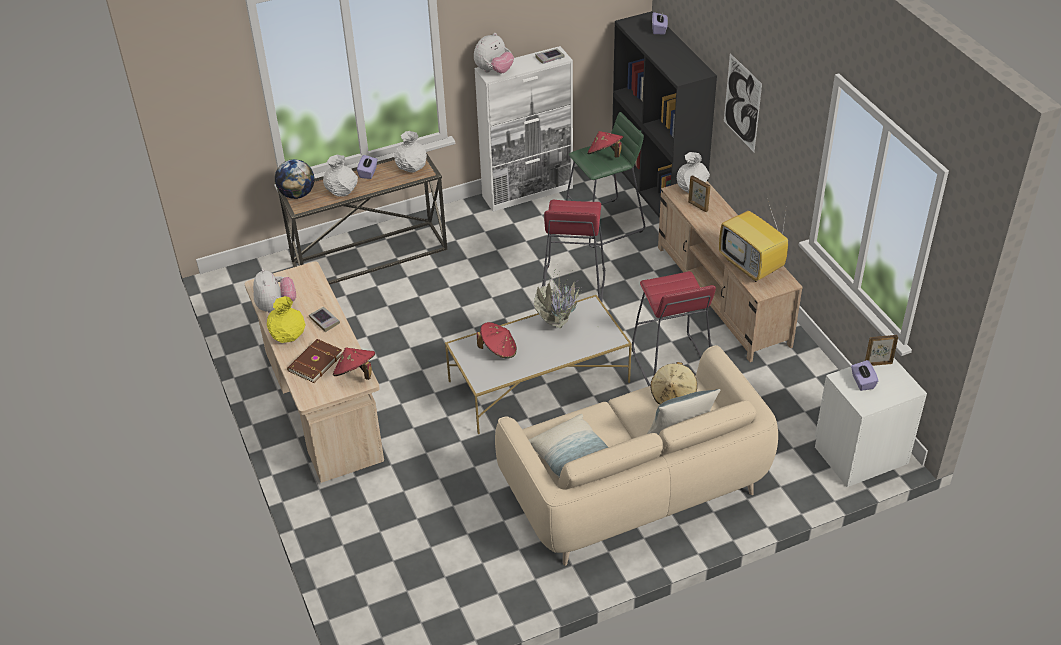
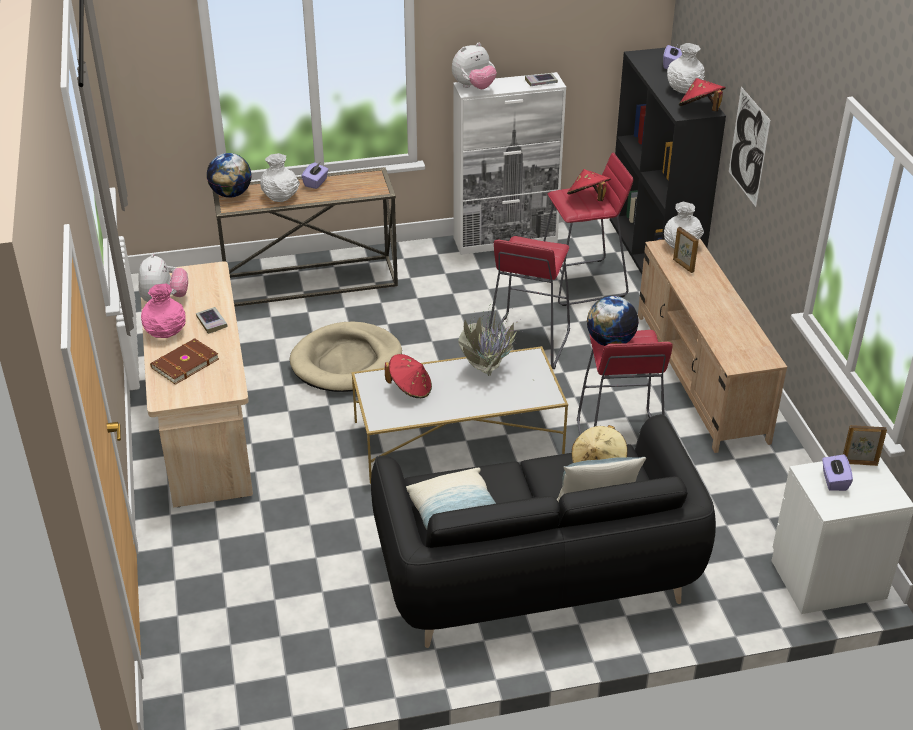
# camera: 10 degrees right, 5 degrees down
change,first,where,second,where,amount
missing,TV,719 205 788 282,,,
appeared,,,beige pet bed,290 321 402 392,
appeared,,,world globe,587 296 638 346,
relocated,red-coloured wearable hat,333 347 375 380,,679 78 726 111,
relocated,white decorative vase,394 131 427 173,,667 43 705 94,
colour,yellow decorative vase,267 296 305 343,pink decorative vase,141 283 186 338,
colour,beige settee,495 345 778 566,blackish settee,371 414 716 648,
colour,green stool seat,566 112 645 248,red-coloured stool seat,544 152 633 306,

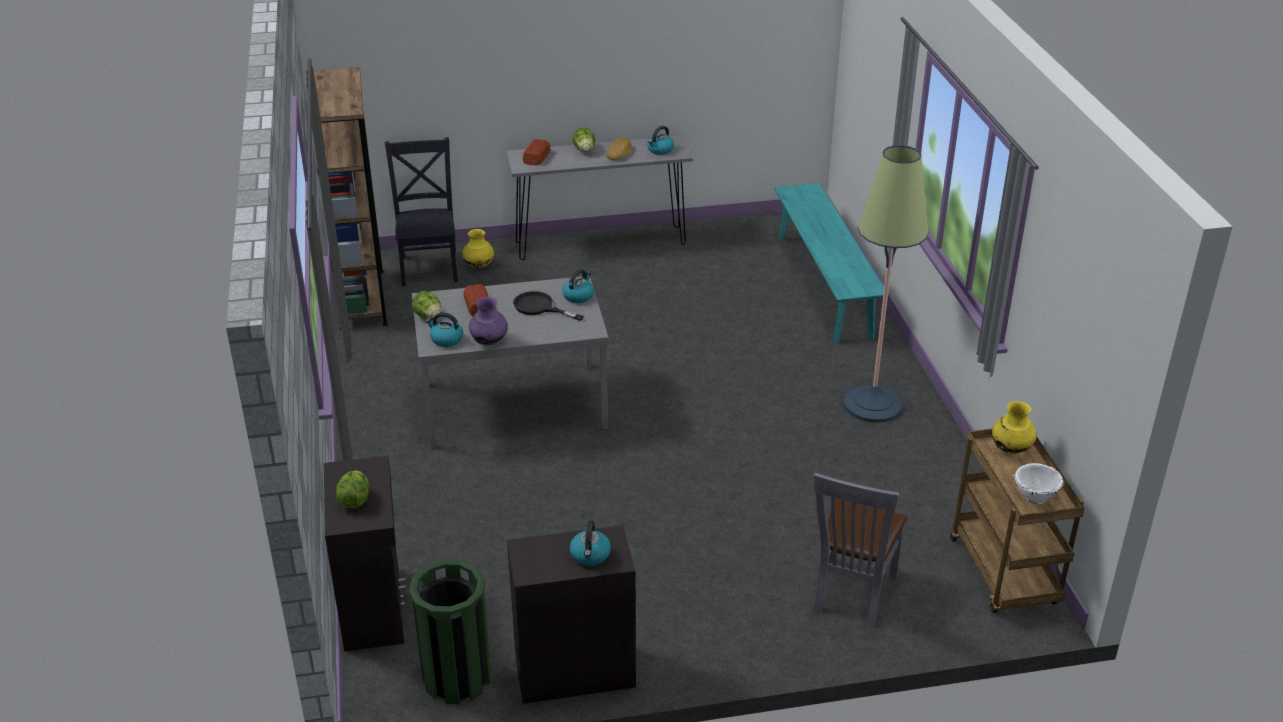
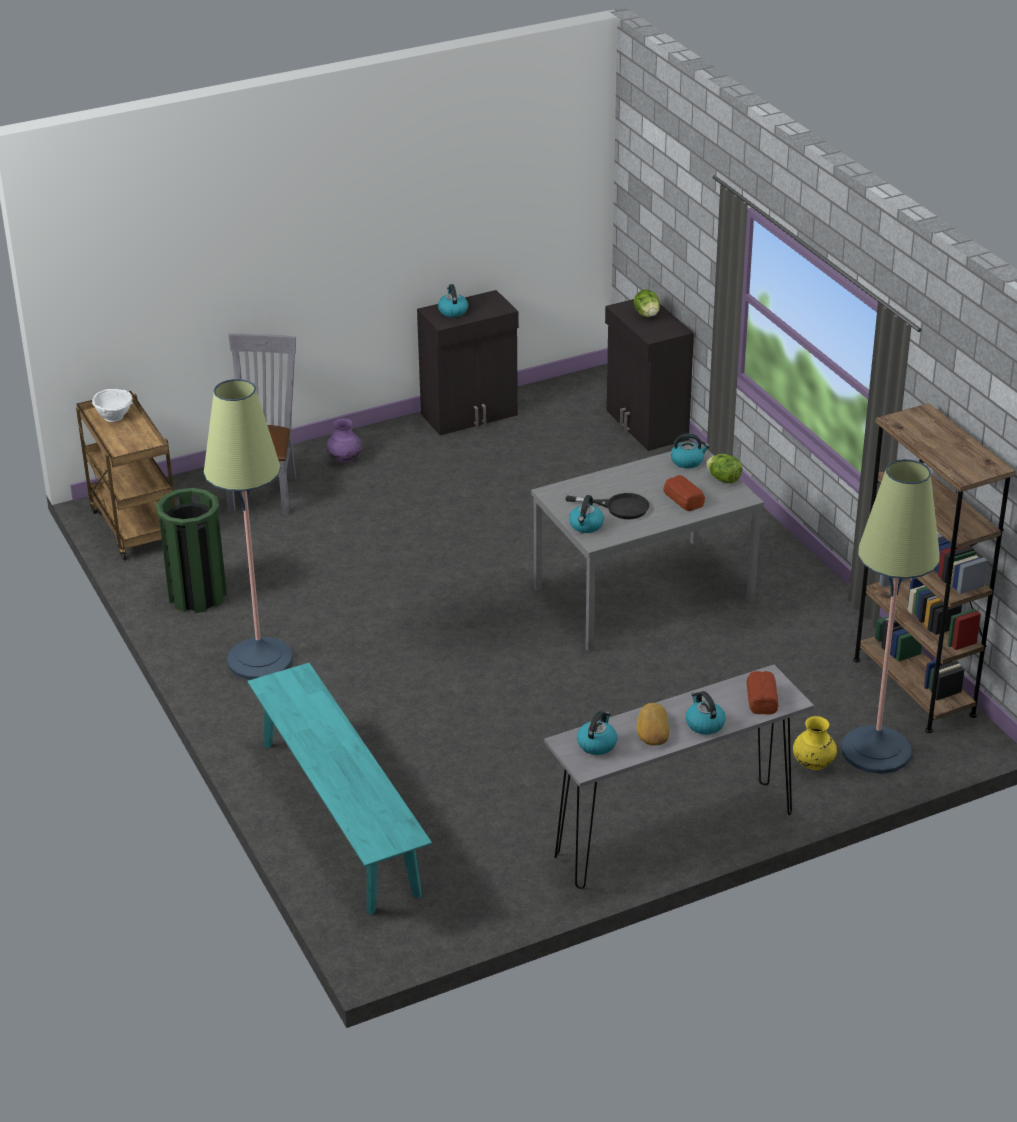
# camera: 165 degrees right, 0 degrees up
change,first,where,second,where,amount
missing,yellow decorative vase,992 401 1037 454,,,
relocated,green trash can,409 560 491 704,,156 488 227 613,
relocated,purple decorative vase,469 297 508 345,,326 418 362 463,
exchanged,blackish plain chair,385 137 458 287,standing lamp,841 459 940 774,
exchanged,lettuce,573 128 595 152,water kettle,685 691 726 735,

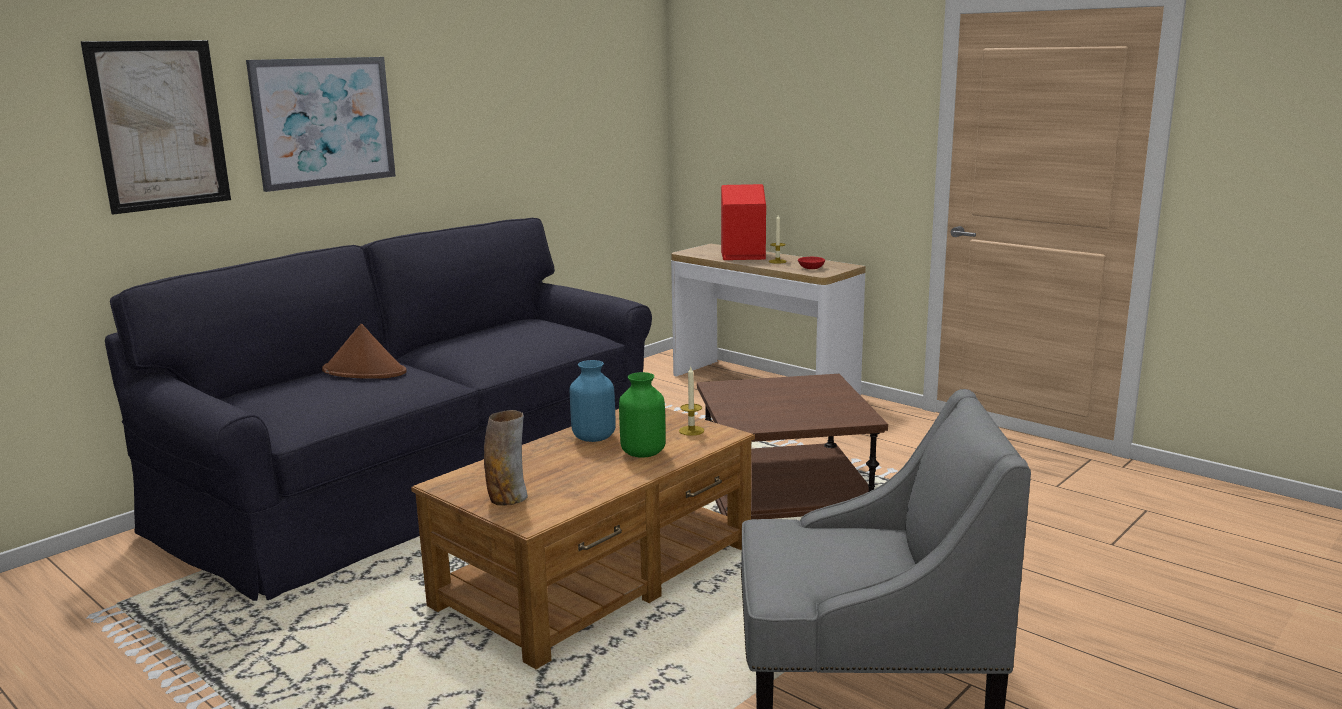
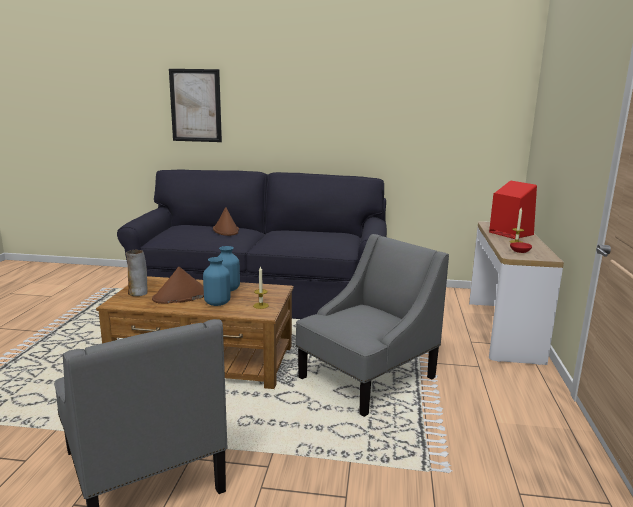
# camera: 55 degrees right, 0 degrees up
change,first,where,second,where,amount
missing,picture,246 57 396 192,,,
appeared,,,brownish wearable hat,152 267 204 304,
exchanged,brownish accent table,697 374 888 519,grey armchair,296 234 449 417,
colour,green decorative vase,619 372 666 458,bluish decorative vase,203 257 230 306,

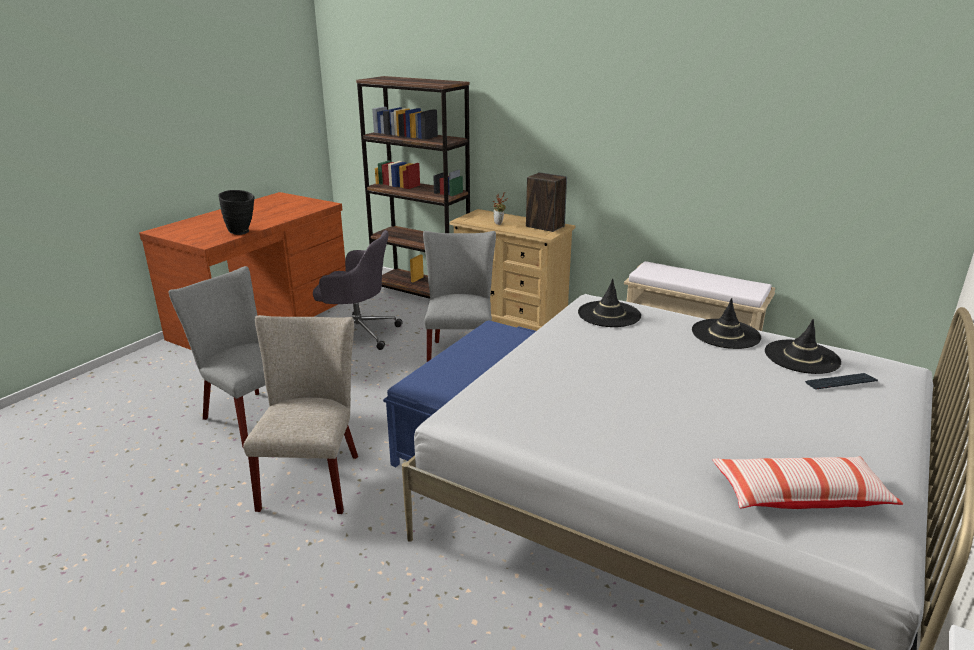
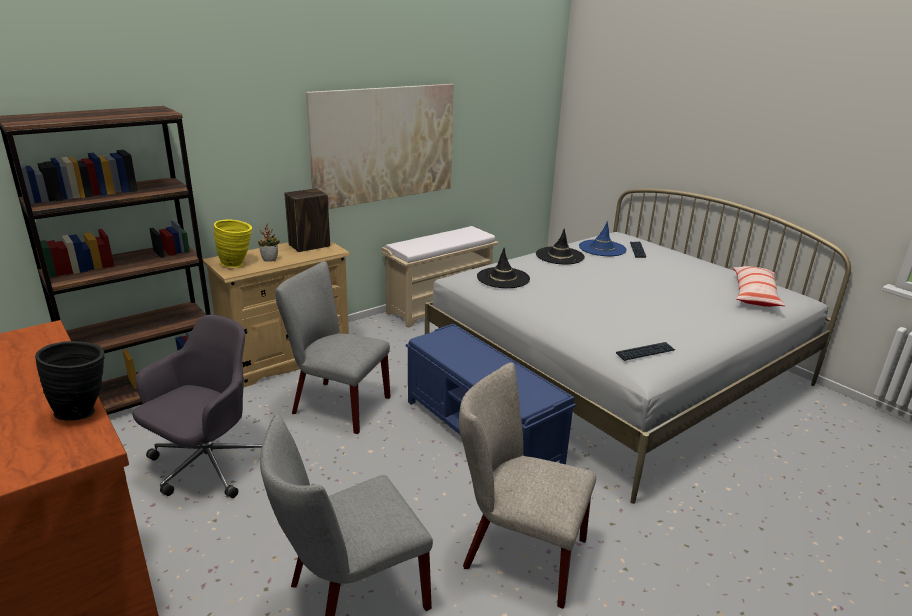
# camera: 70 degrees left, 0 degrees up
change,first,where,second,where,amount
appeared,,,yellow decorative vase,214 219 252 268,
appeared,,,picture,306 84 454 209,
appeared,,,PC keyboard,616 342 675 361,
colour,blackish wearable hat,765 319 841 374,bluish wearable hat,579 221 626 256,

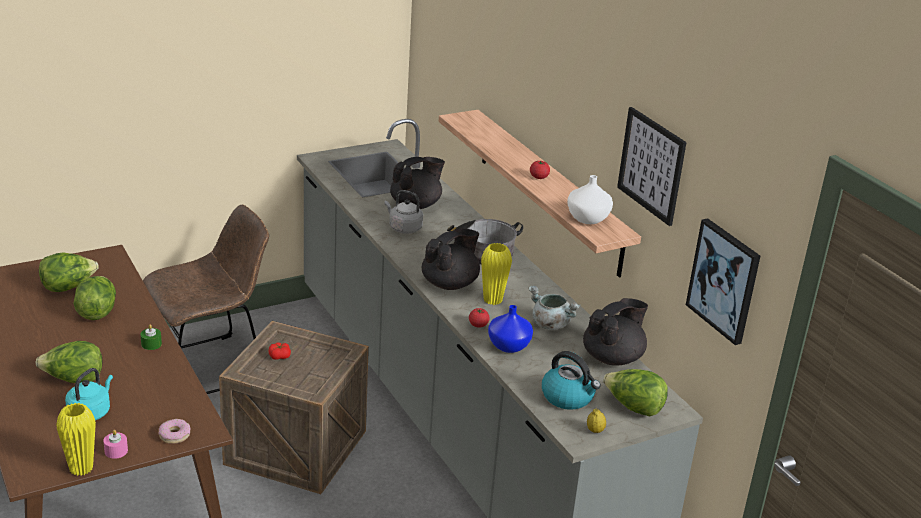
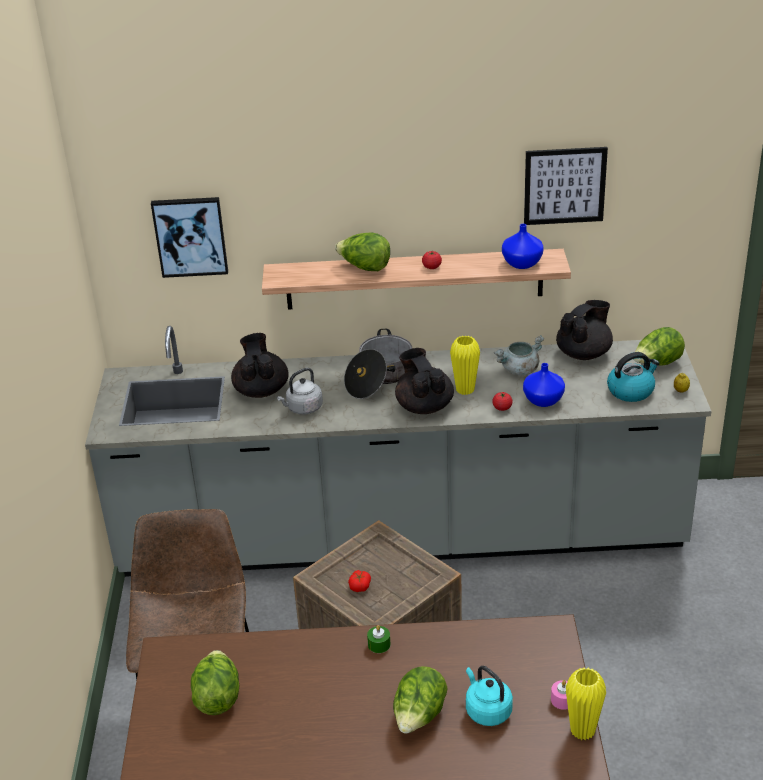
# camera: 60 degrees left, 5 degrees up
change,first,where,second,where,amount
missing,donut,159 419 190 444,,,
relocated,lettuce,73 276 116 320,,335 232 390 271,
relocated,picture,686 218 760 345,,151 197 228 278,
colour,white decorative vase,567 175 613 224,bluish decorative vase,502 224 544 269,
spun,blackish pot for tea,583 298 648 366,,556 300 613 360,60 degrees clockwise

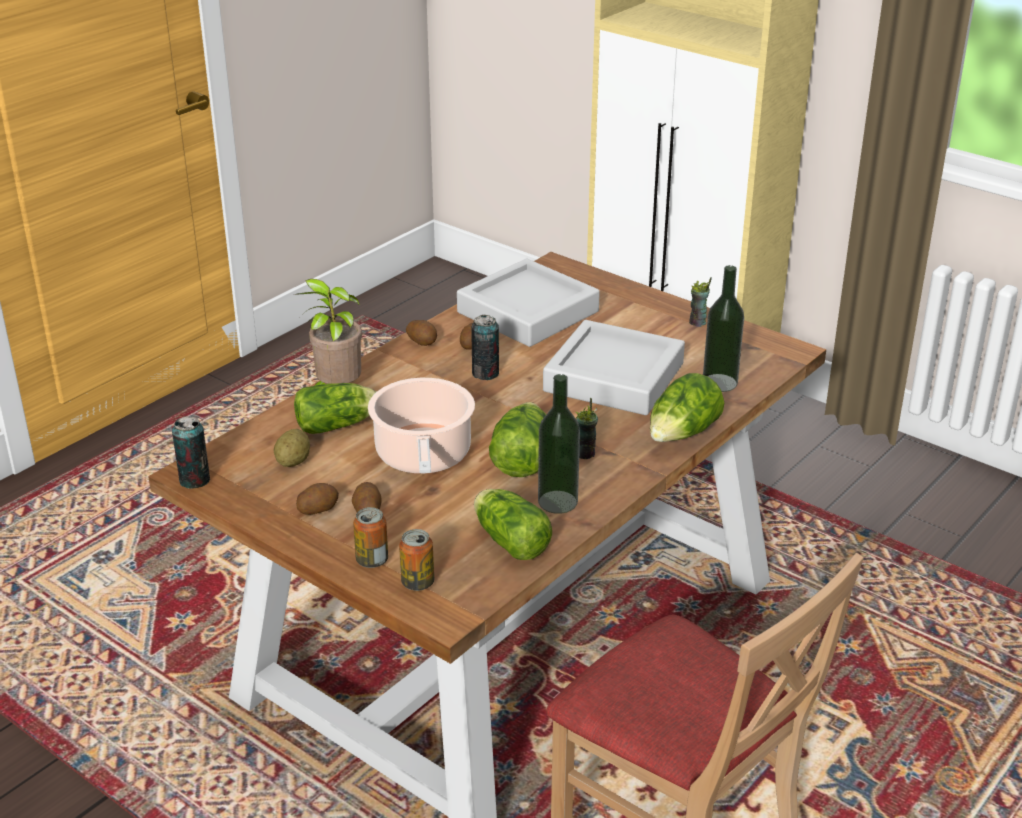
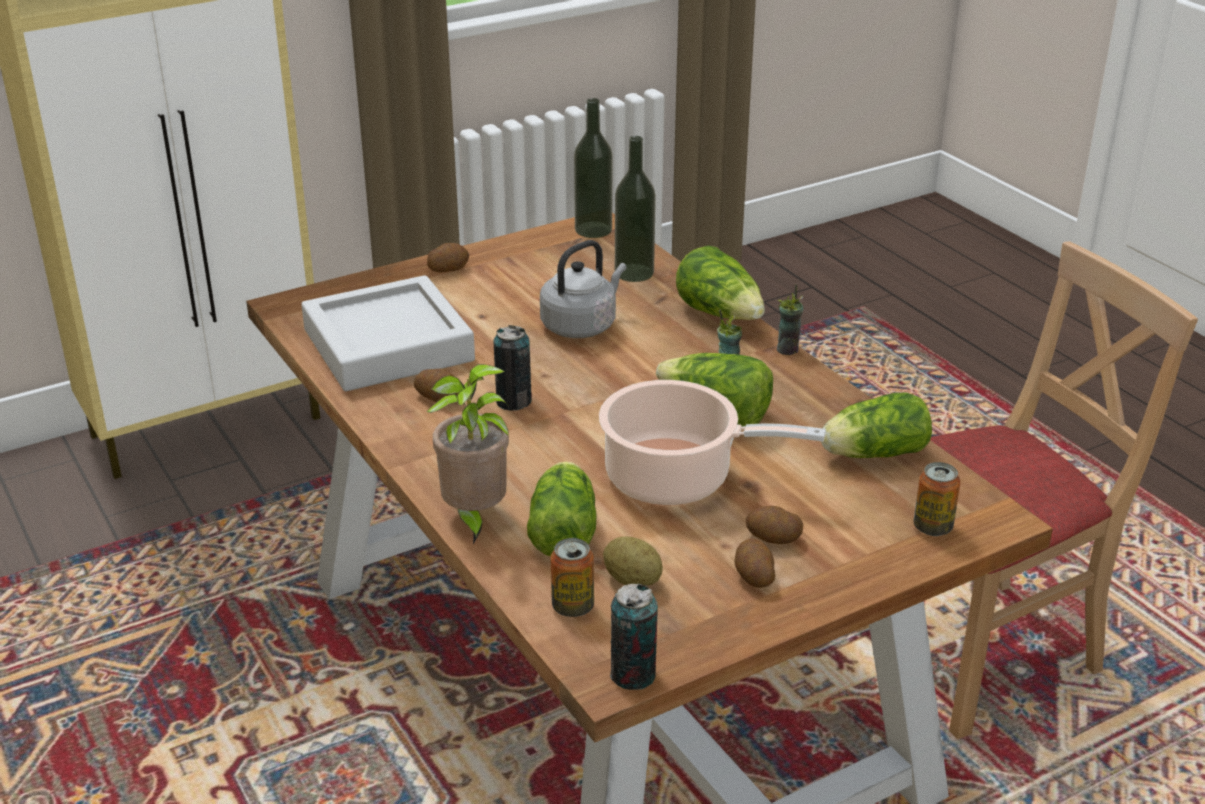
# camera: 70 degrees left, 0 degrees up
change,first,where,second,where,amount
relocated,metal can,353 507 388 568,,550 538 594 617,
relocated,spud,406 320 437 346,,427 243 469 272,
relocated,drink bottle,538 374 580 514,,574 98 612 238,
relocated,cup,689 277 712 327,,777 285 804 355,
exchanged,grey serving tray,543 320 685 415,grey water kettle,540 240 626 338,

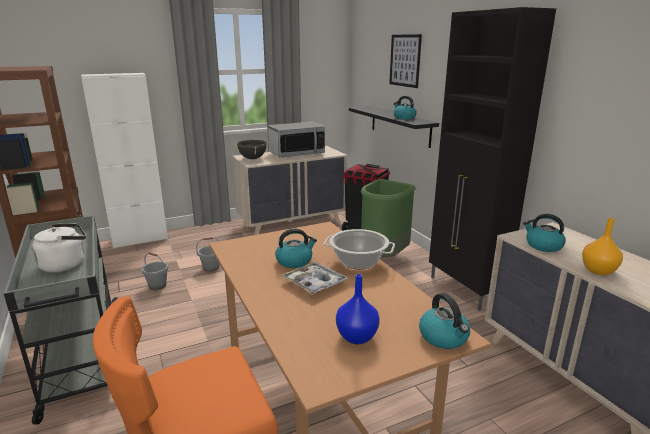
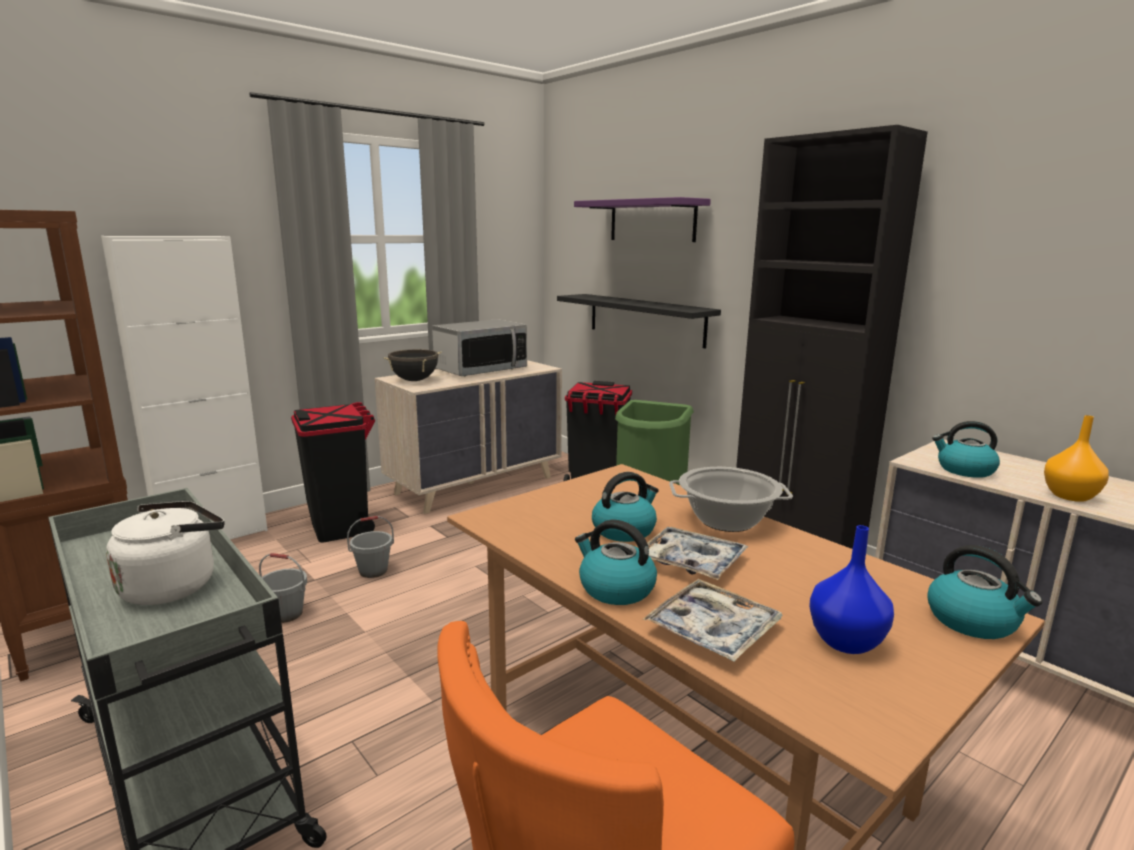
# camera: 15 degrees left, 5 degrees down
change,first,where,second,where,amount
appeared,,,blackish trash can,291 402 375 543,
appeared,,,serving tray,643 579 783 662,
relocated,water kettle,394 96 417 119,,575 520 657 605,
exchanged,picture,389 34 422 88,purple shelf,574 197 711 242,

